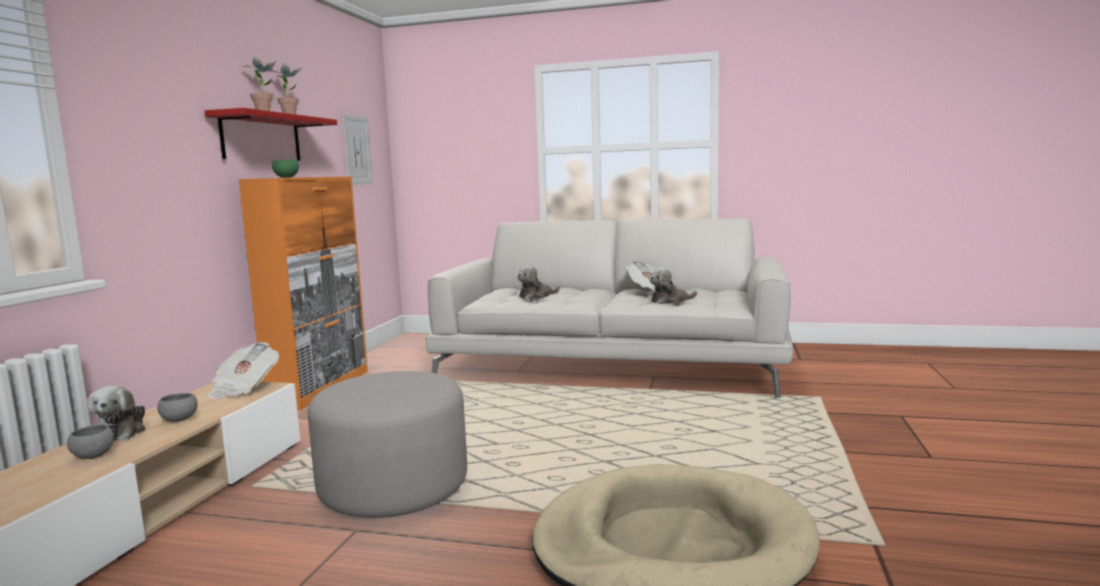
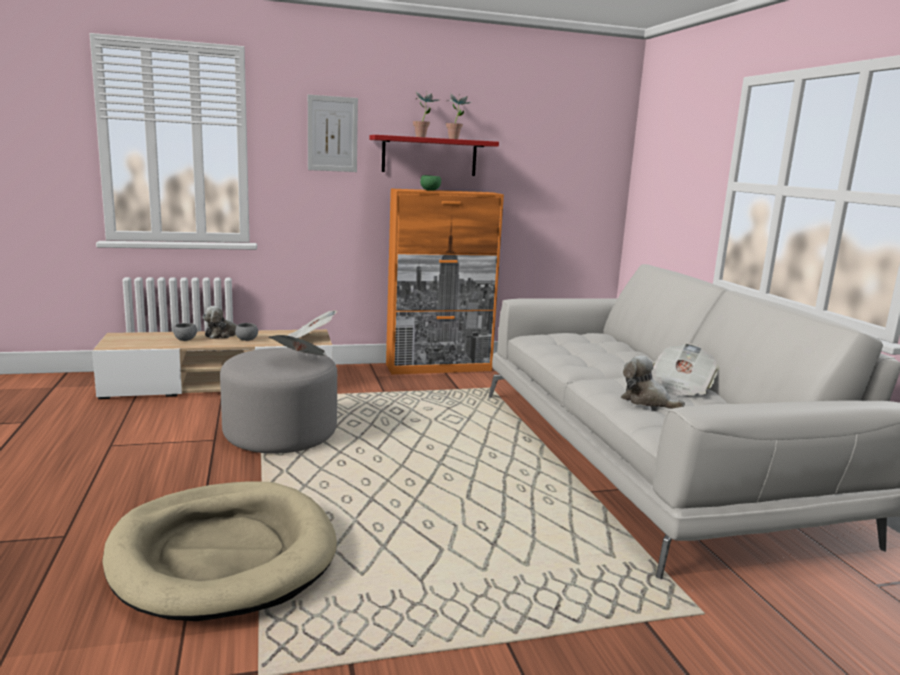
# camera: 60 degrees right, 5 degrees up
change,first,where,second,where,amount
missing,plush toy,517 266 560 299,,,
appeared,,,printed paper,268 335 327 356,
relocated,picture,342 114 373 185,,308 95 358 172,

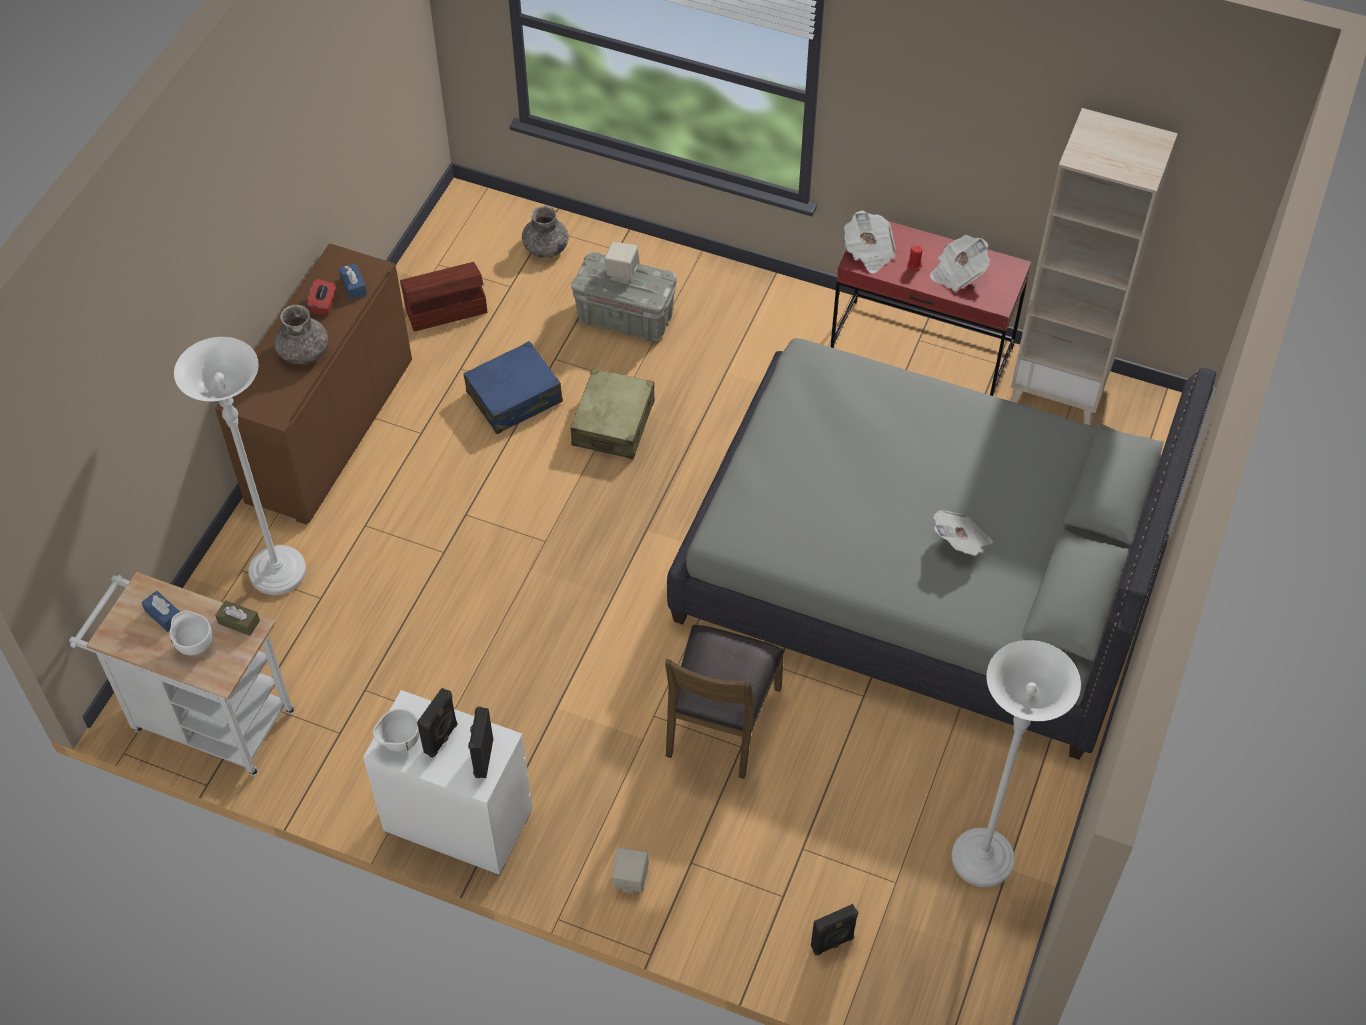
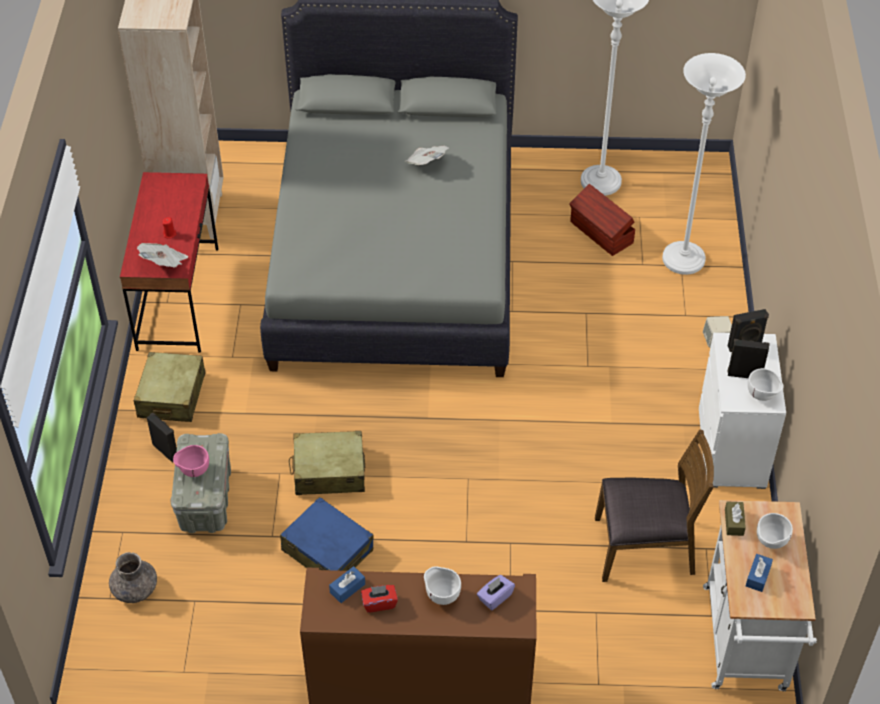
# camera: 110 degrees left, 5 degrees down
change,first,where,second,where,amount
missing,printed paper,930 235 990 291,,,
appeared,,,beige travel case,134 352 205 422,
appeared,,,purple tissue box,477 575 515 610,
relocated,white standing lamp,174 337 306 595,,662 53 746 275,
relocated,brownish storage bin,400 262 487 332,,569 184 635 256,
relocated,brownish plain chair,665 625 785 779,,595 430 714 582,
relocated,blackish speaker,811 904 858 955,,147 413 177 463,
exchanged,grey decorative vase,274 305 328 365,white serving bowl,424 566 461 605,
exchanged,beige speaker,604 242 640 284,pink serving bowl,173 445 209 477,

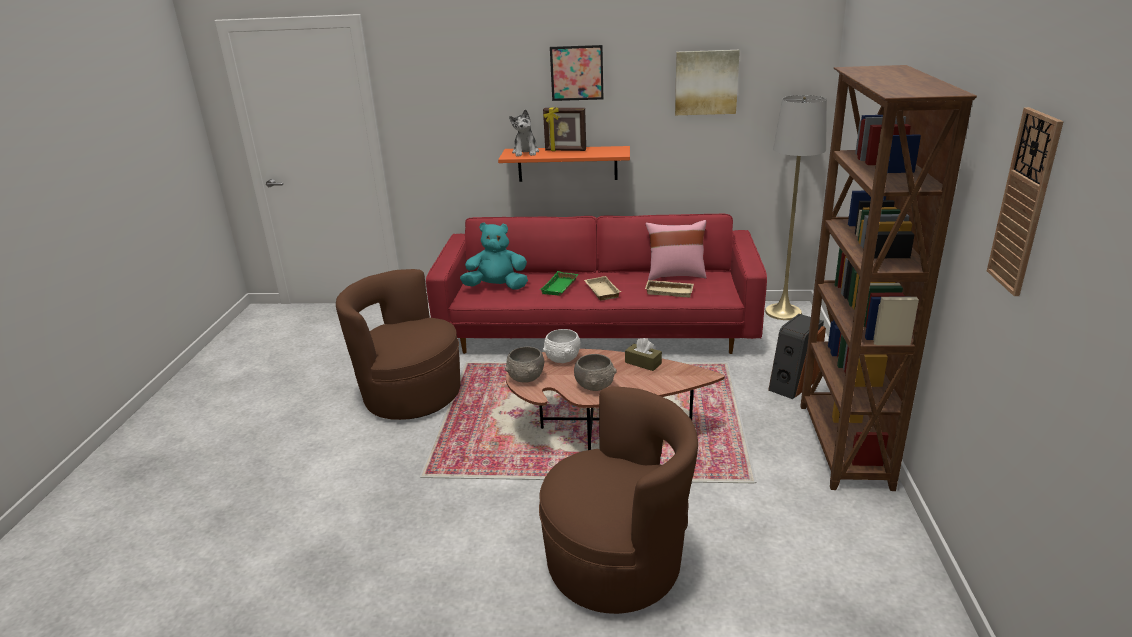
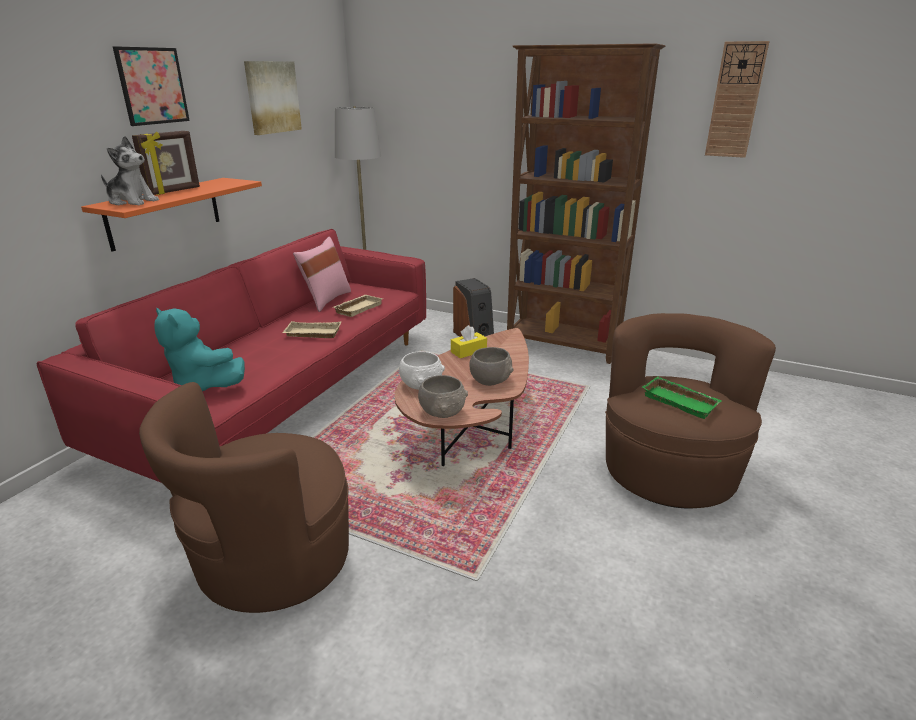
# camera: 70 degrees left, 0 degrees up
change,first,where,second,where,amount
relocated,green serving tray,541 271 578 296,,642 376 722 419,
colour,brownish tissue box,625 338 662 371,yellow tissue box,451 325 487 358,
spun,turquoise-coloured plush toy,460 222 528 290,,154 308 245 391,75 degrees counterclockwise

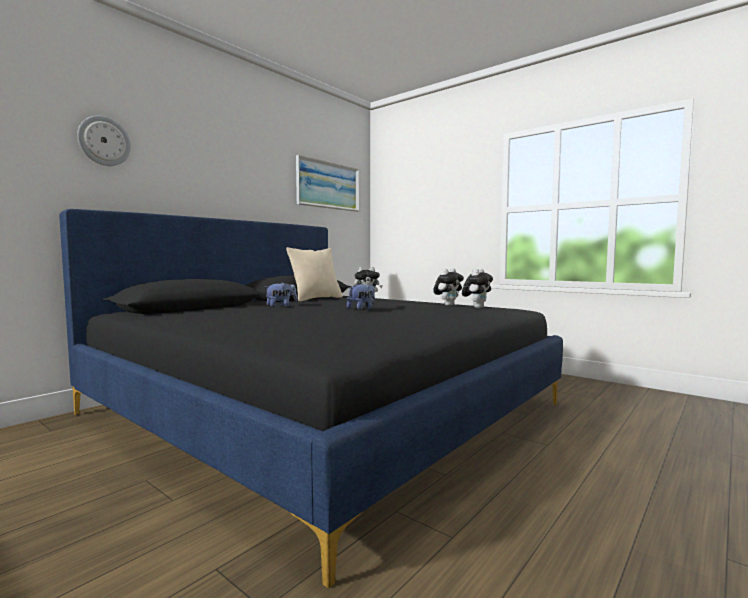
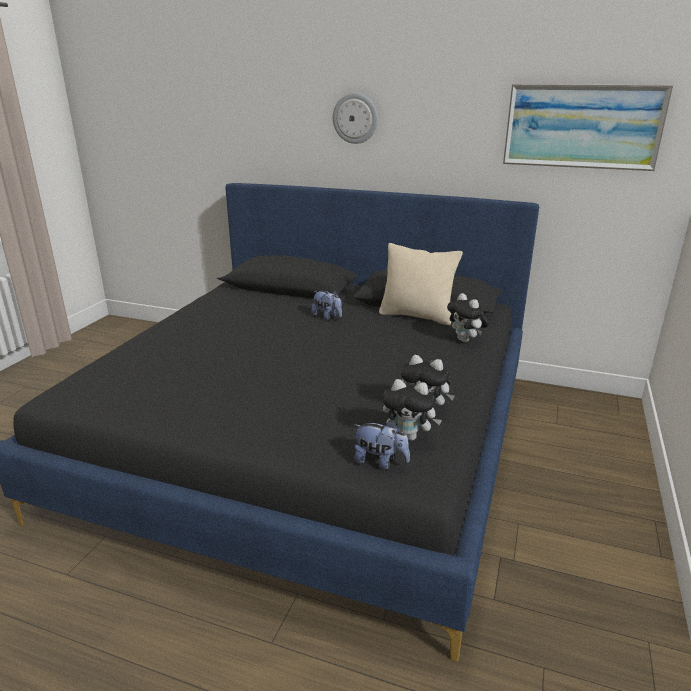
# camera: 70 degrees right, 20 degrees up
change,first,where,second,where,amount
relocated,clock on the wall,77 116 131 166,,333 93 378 144,
relocated,plush toy,347 283 375 310,,354 421 410 469,

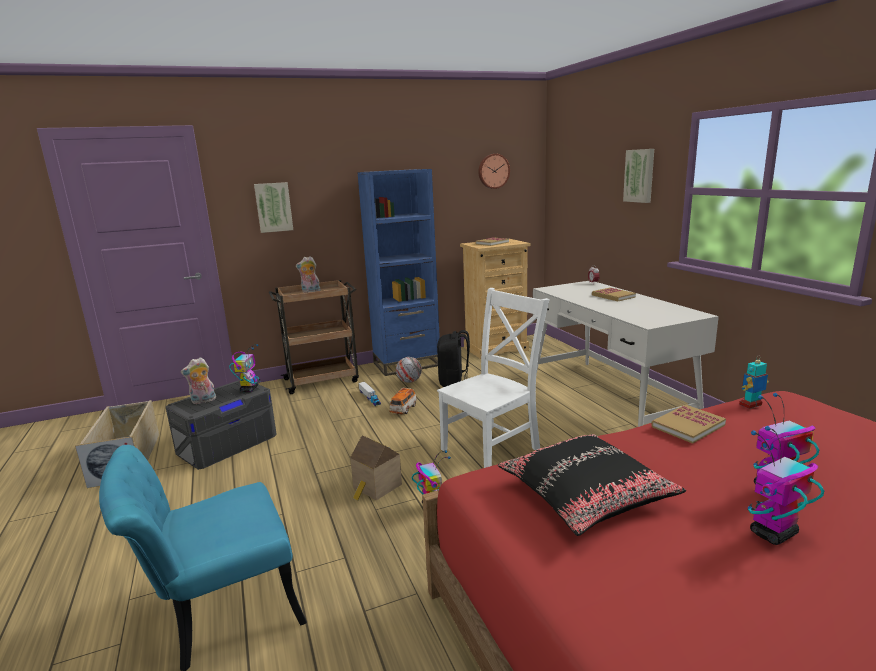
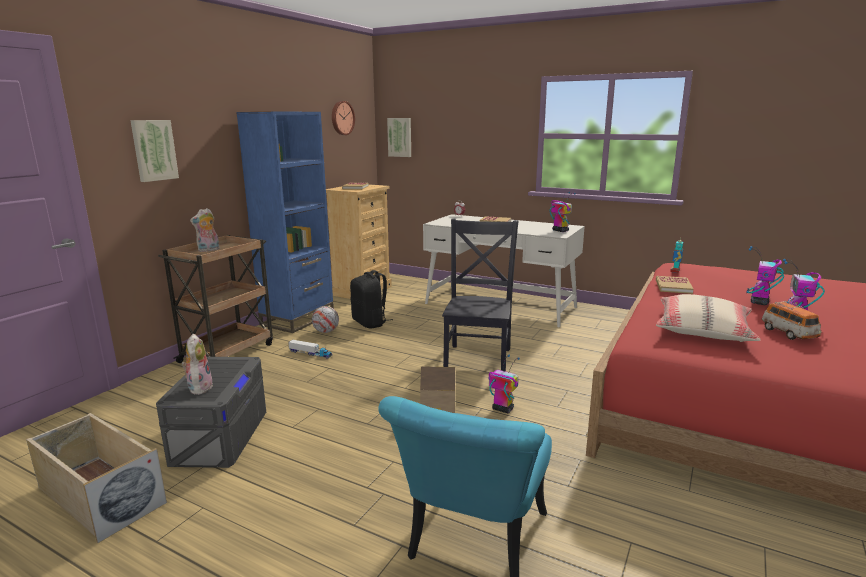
# camera: 40 degrees left, 0 degrees up
change,first,where,second,where,amount
relocated,robot figure,229 344 260 392,,550 192 576 232,
relocated,model car,389 388 417 414,,761 301 822 340,
relocated,picture,623 149 654 203,,387 118 411 157,
colour,white plain chair,437 288 550 468,blackish plain chair,442 218 518 372,
colour,blackish pillow,498 434 686 536,beige pillow,656 294 760 342,
spun,plush toy,181 357 216 404,,181 334 213 394,150 degrees clockwise

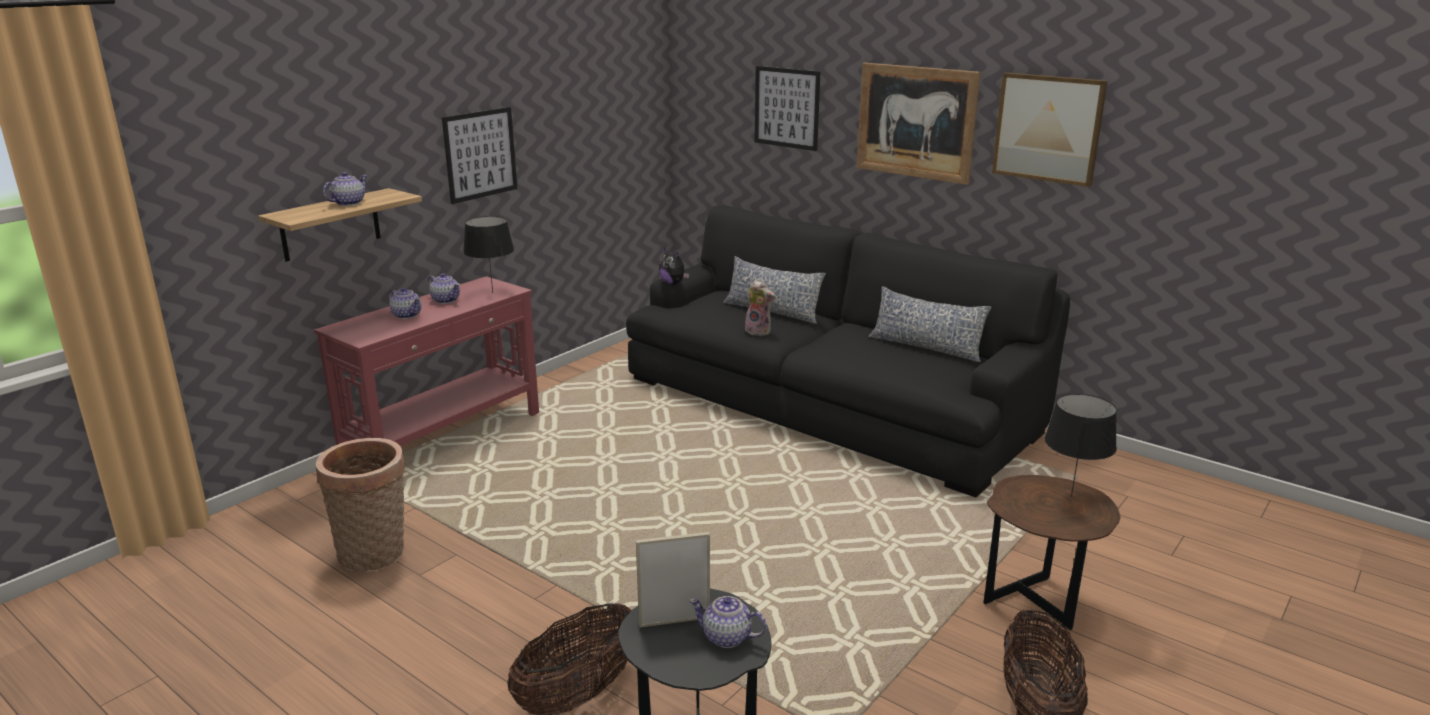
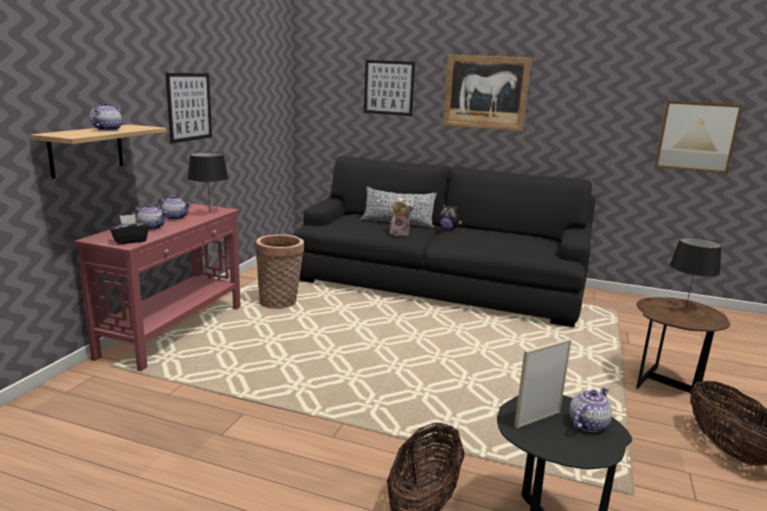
# camera: 20 degrees left, 5 degrees down
change,first,where,second,where,amount
missing,pillow,868 286 991 362,,,
appeared,,,blackish tissue box,109 214 149 244,
relocated,basket,316 438 405 573,,255 234 304 309,
relocated,plush toy,659 248 689 285,,439 203 462 230,
relocated,picture,992 73 1108 187,,654 101 743 174,
spun,pot for tea,689 596 767 648,,569 387 612 432,135 degrees clockwise

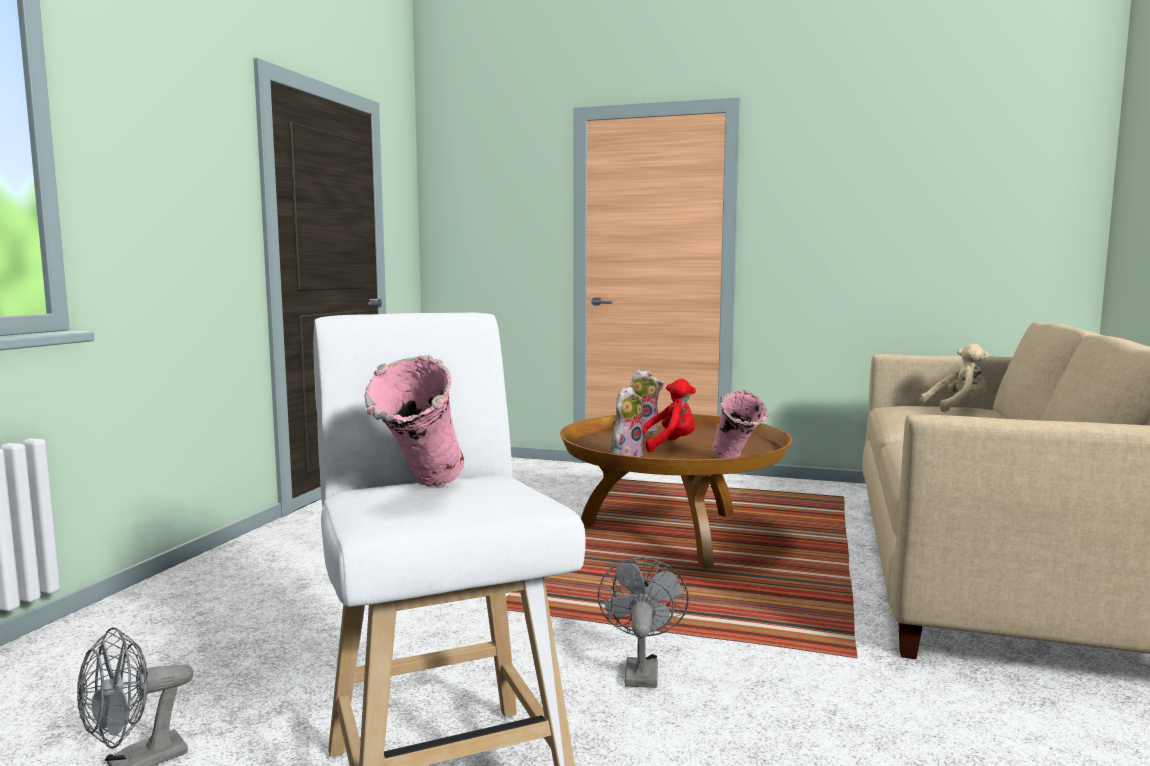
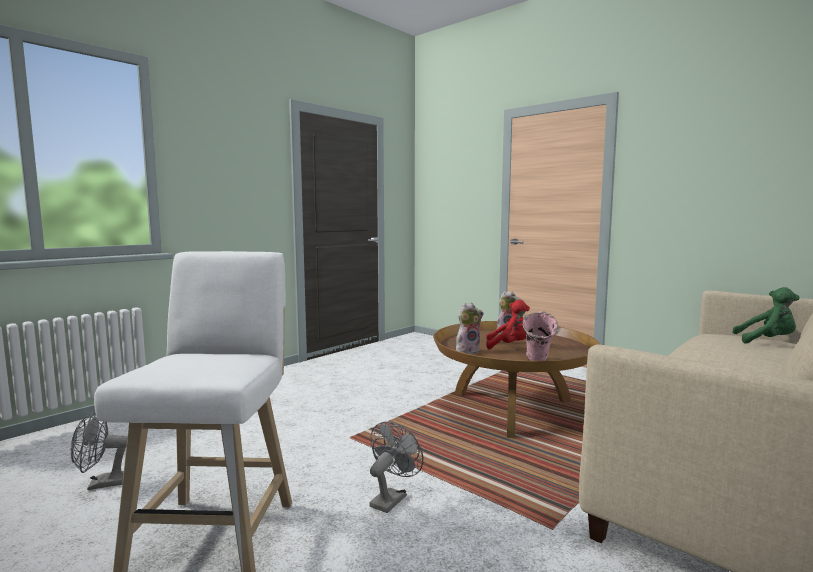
# camera: 25 degrees right, 0 degrees up
change,first,where,second,where,amount
missing,pink decorative vase,364 355 464 487,,,
colour,beige plush toy,920 344 989 412,green plush toy,732 287 800 344,

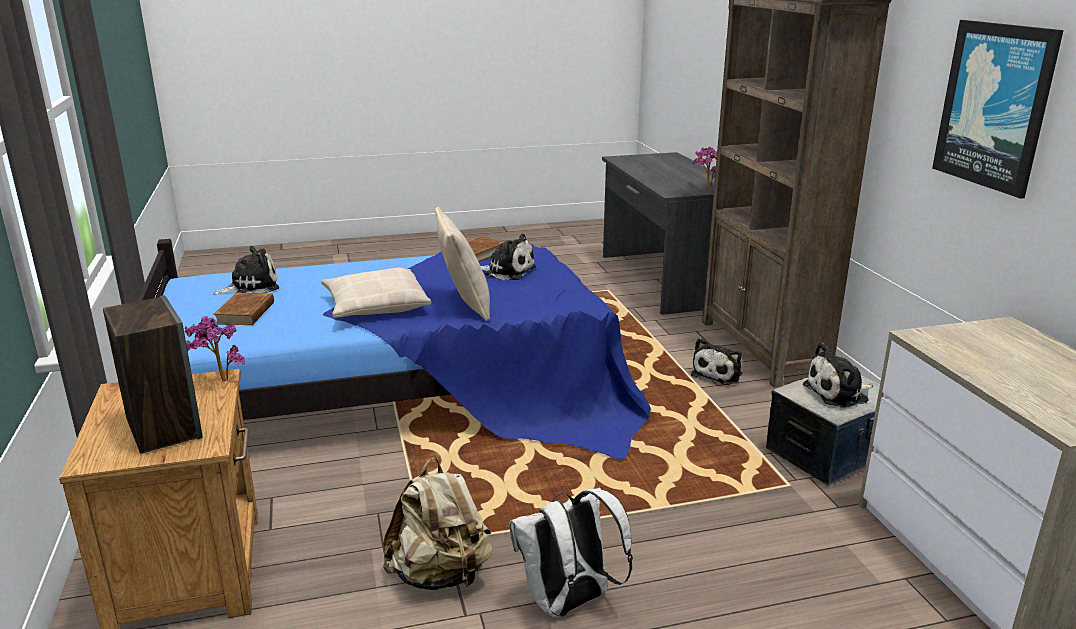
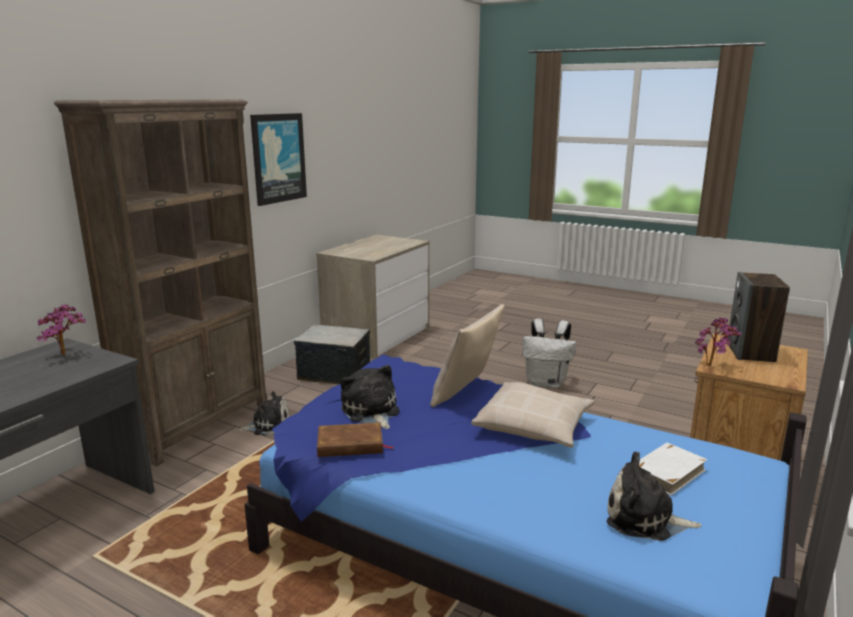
# camera: 135 degrees left, 5 degrees down
change,first,where,second,where,amount
missing,beige rucksack,382 458 493 590,,,
missing,plush toy,803 343 873 408,,,
colour,brownish bound book,213 293 274 325,white bound book,639 442 708 495,

